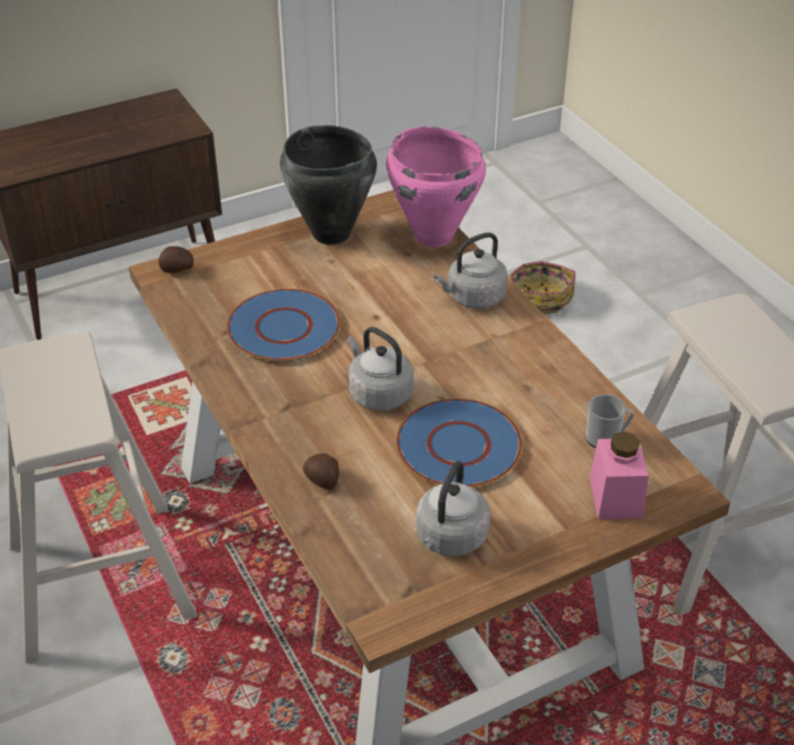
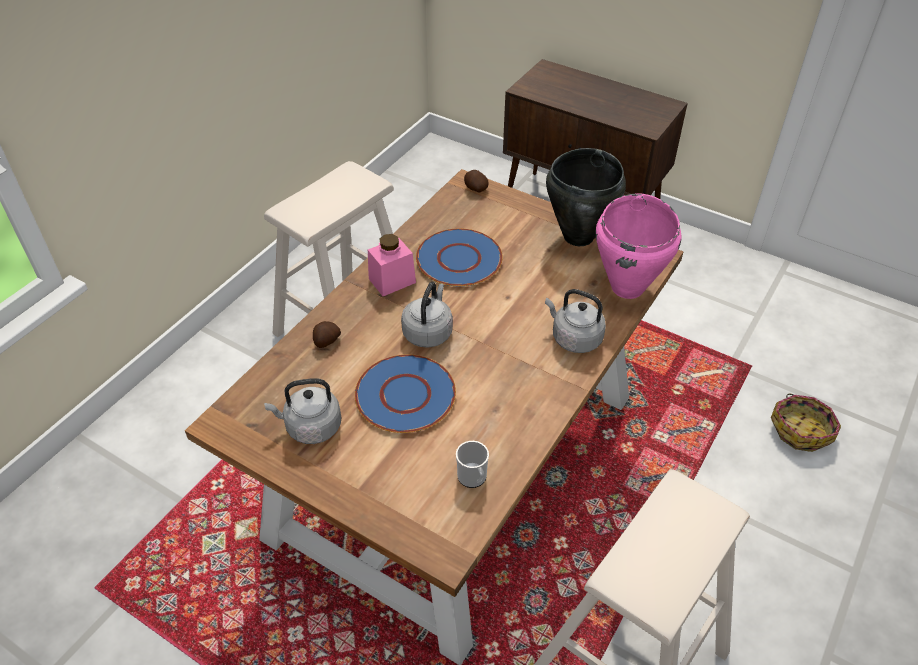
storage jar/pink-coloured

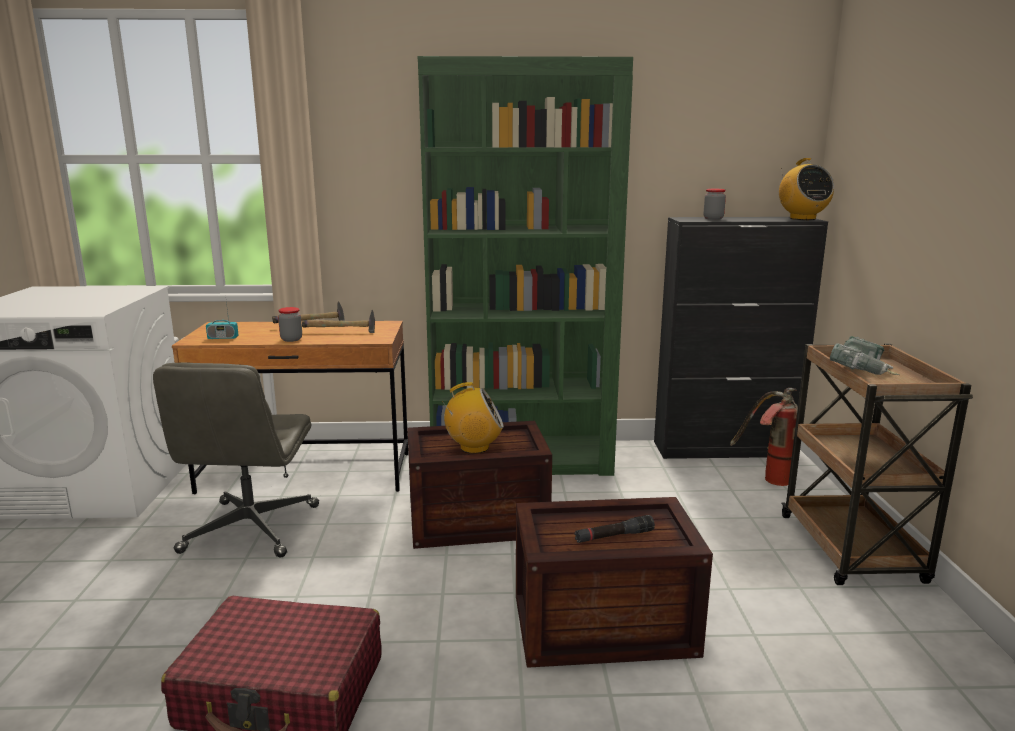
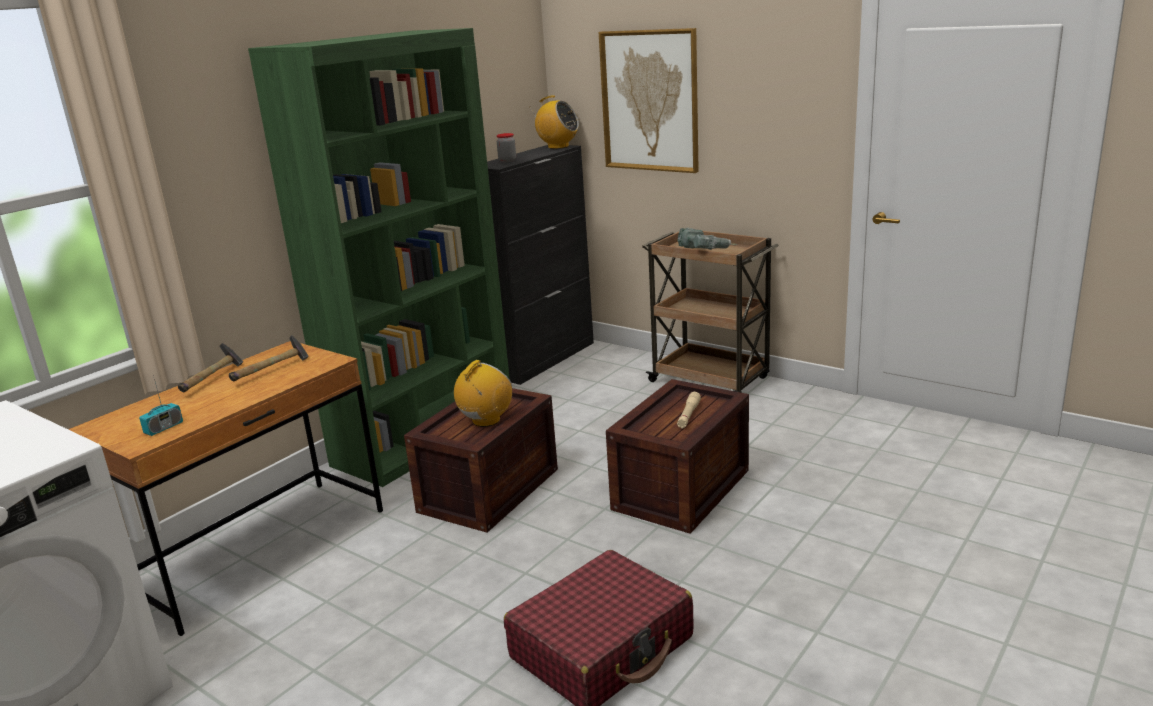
storage jar (1st from left in the first image); computer chair/greyish; extinguisher; flashlight/beige; picture

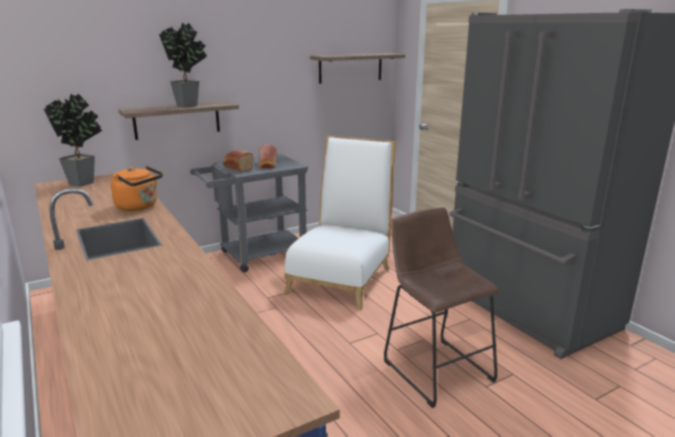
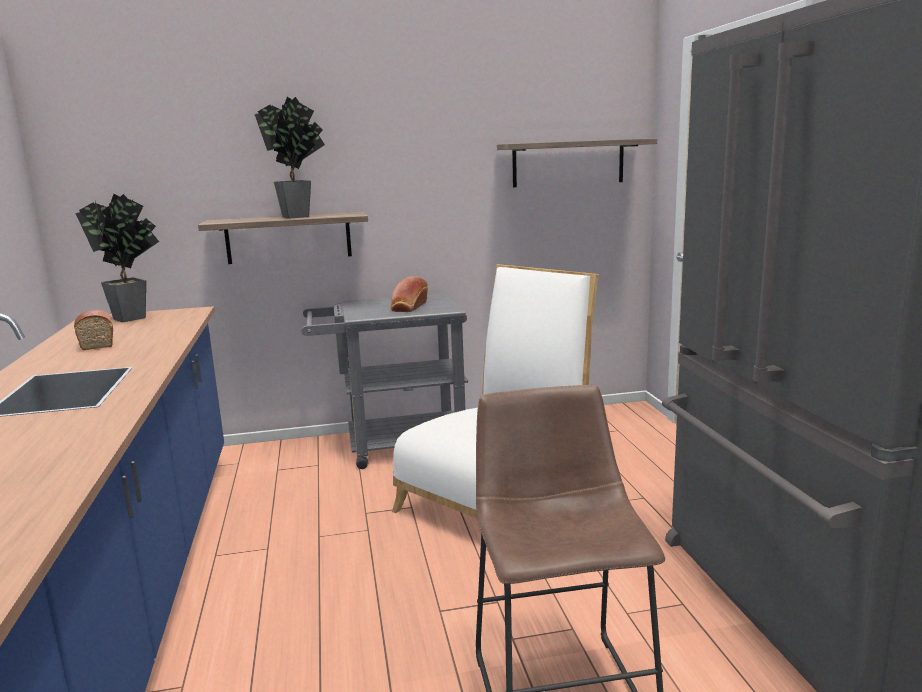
bakery bread (1st from left); tea kettle/orangey

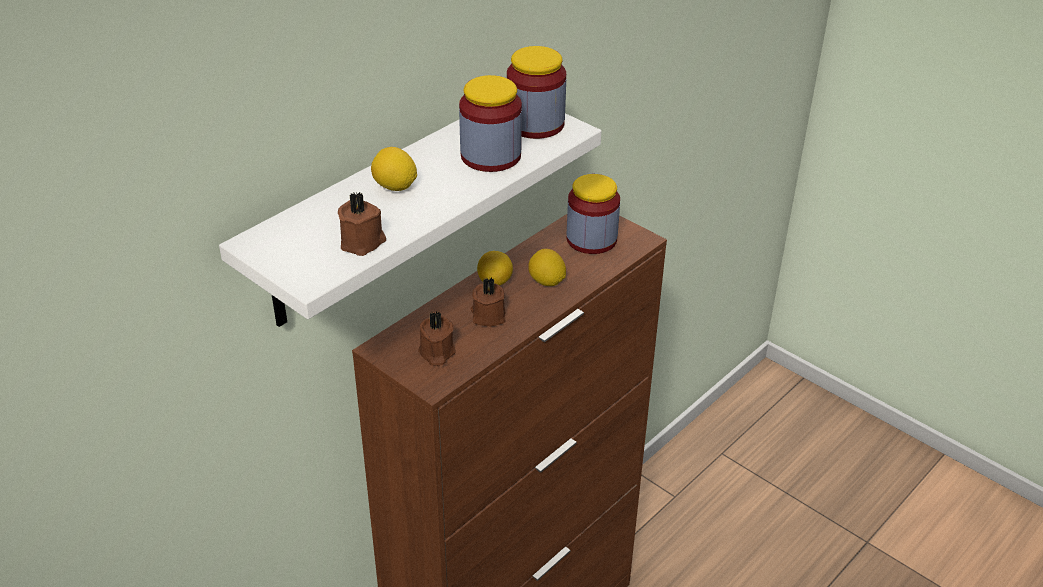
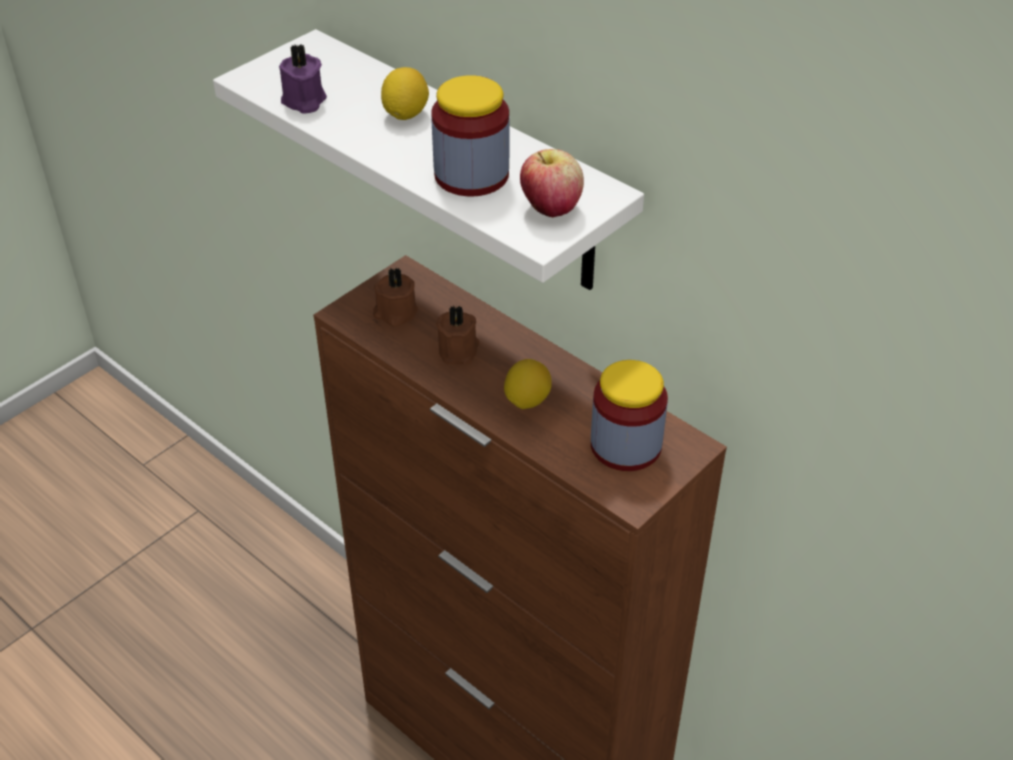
whole apple; wax candle/purple-coloured; lemon (2nd from left in the first image)

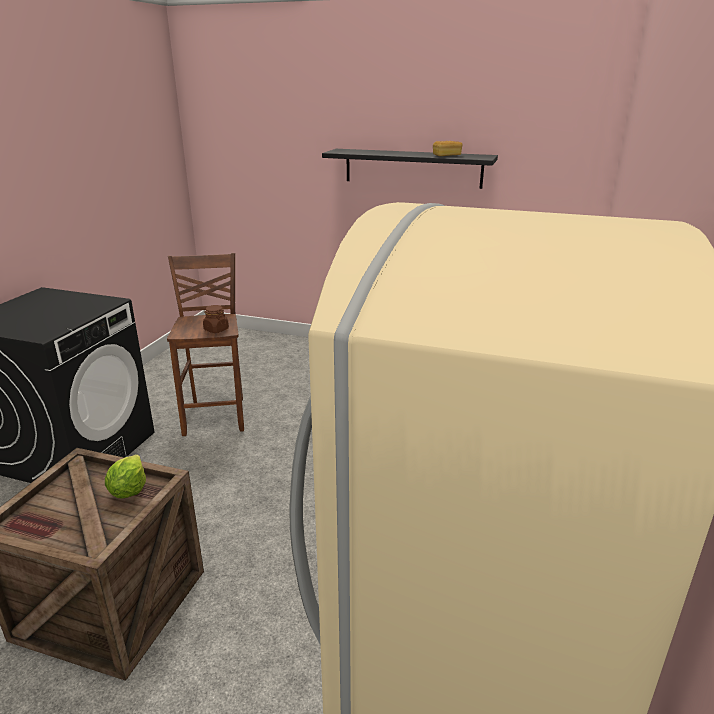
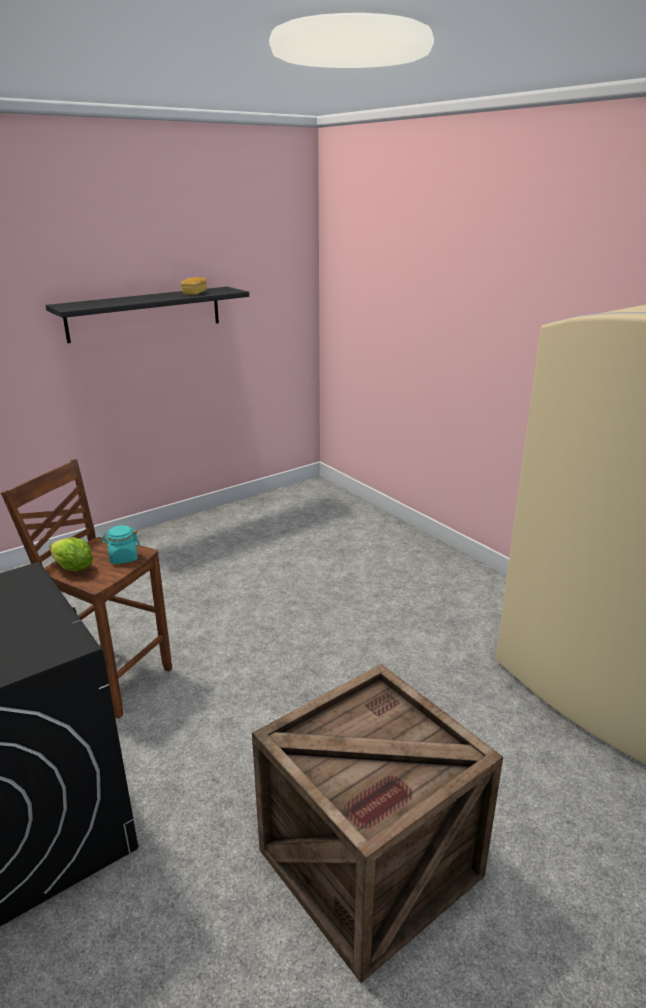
storage jar/turquoise-coloured; head of lettuce

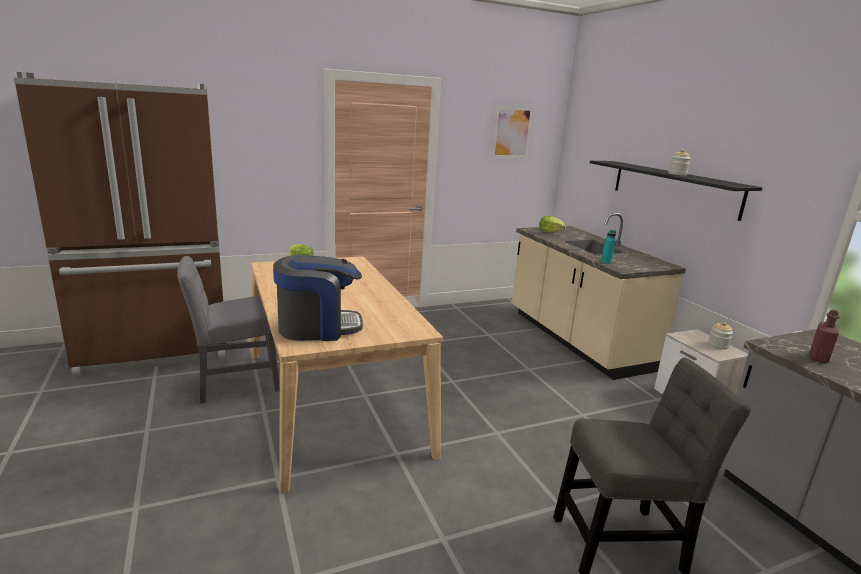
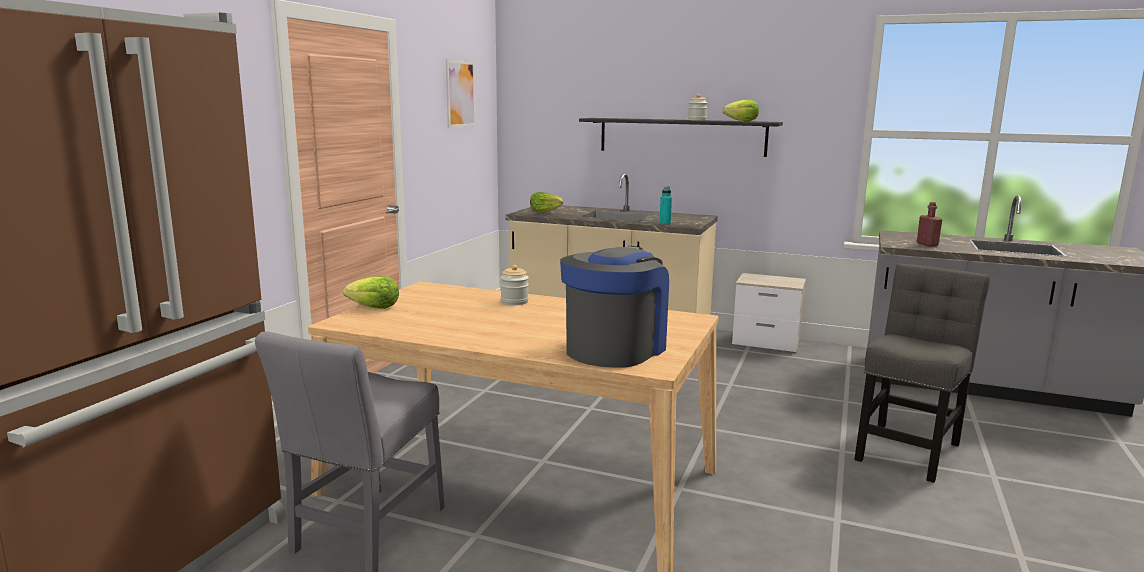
storage jar (1st from left); head of lettuce (3rd from left)

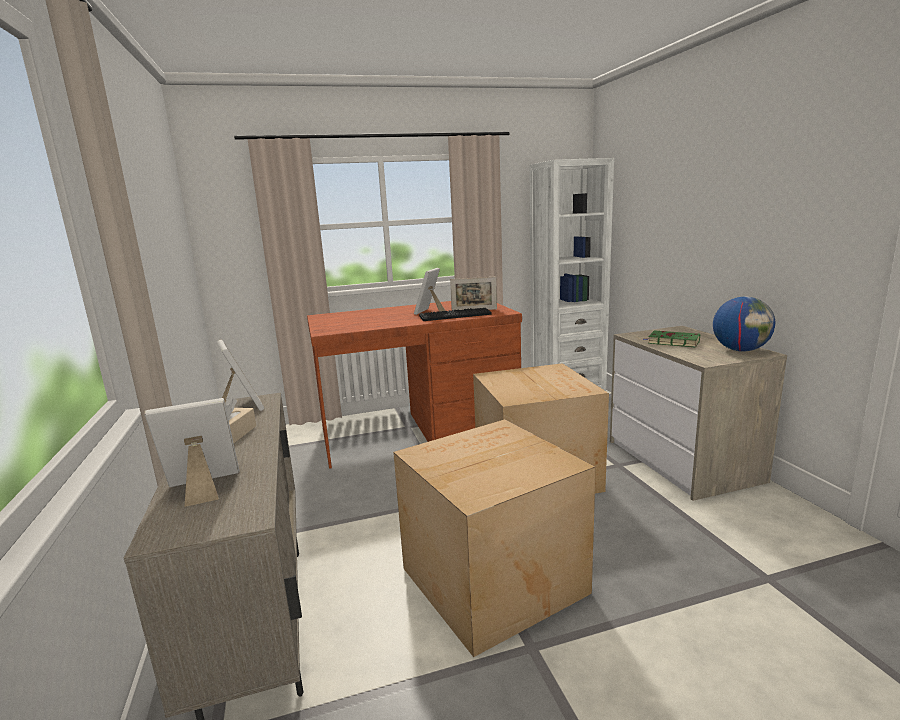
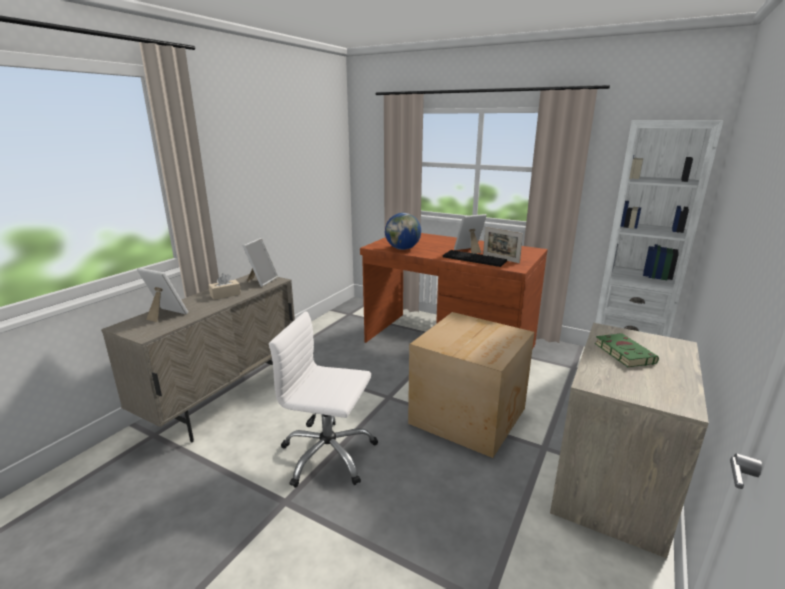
desk globe; computer chair/white-coloured

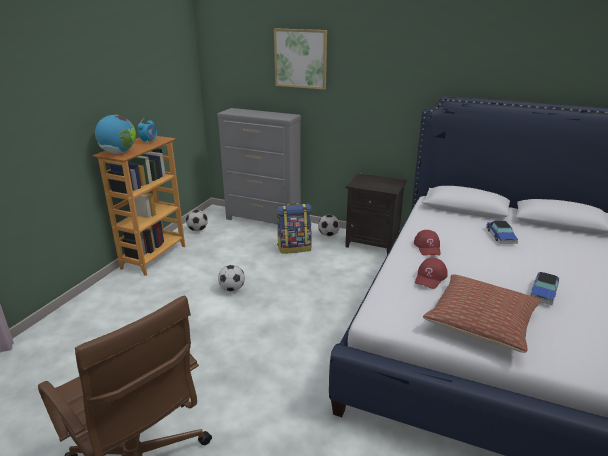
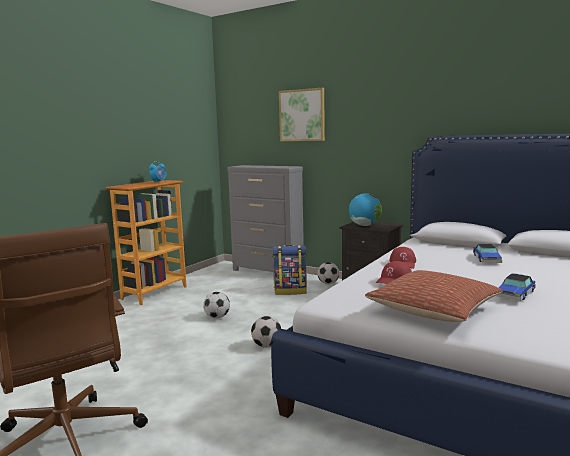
desk globe; ball for football (2nd from left)

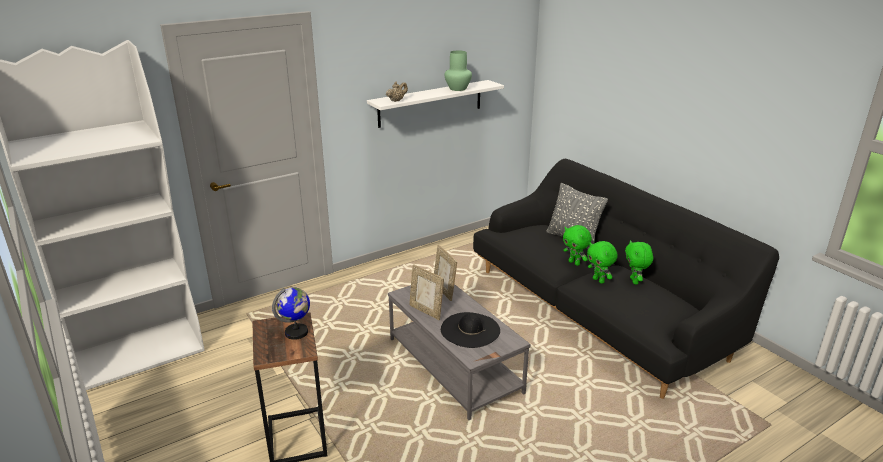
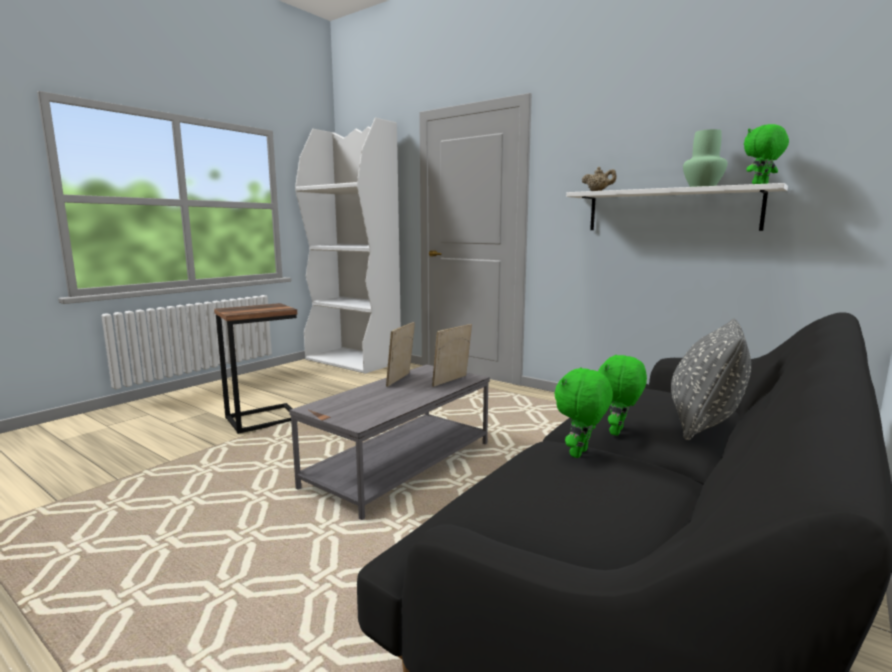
cuddly toy/green-coloured (3rd from left); desk globe; hat/black

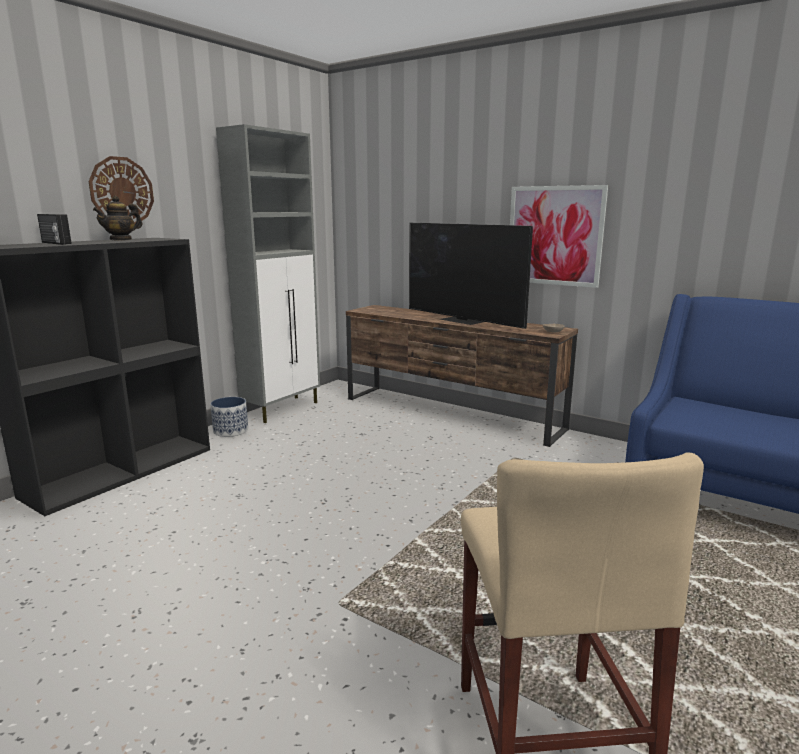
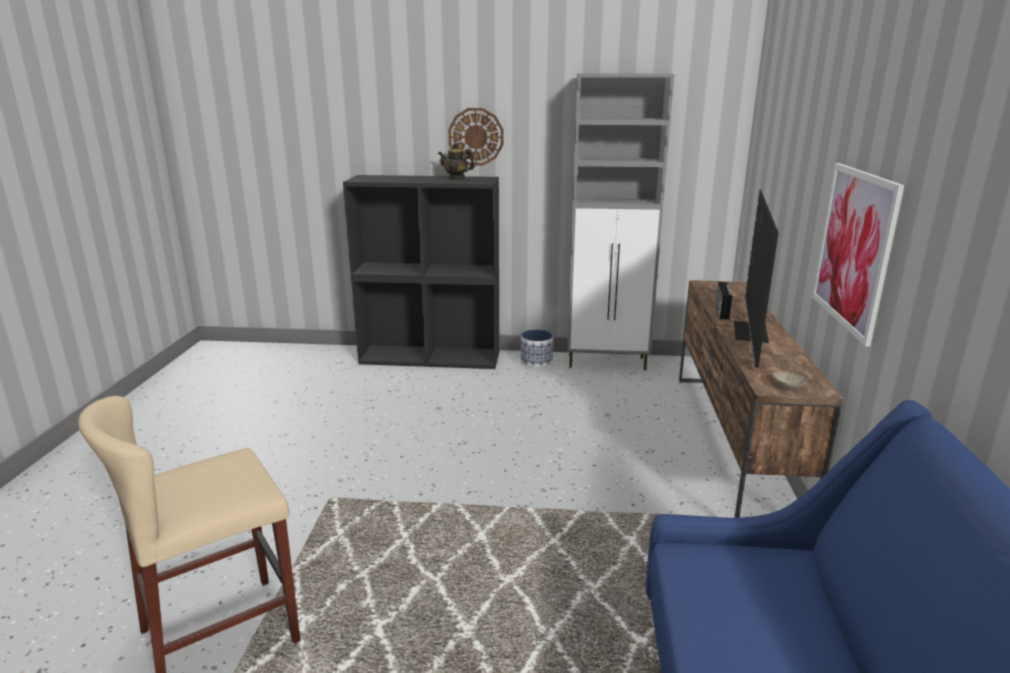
radio

